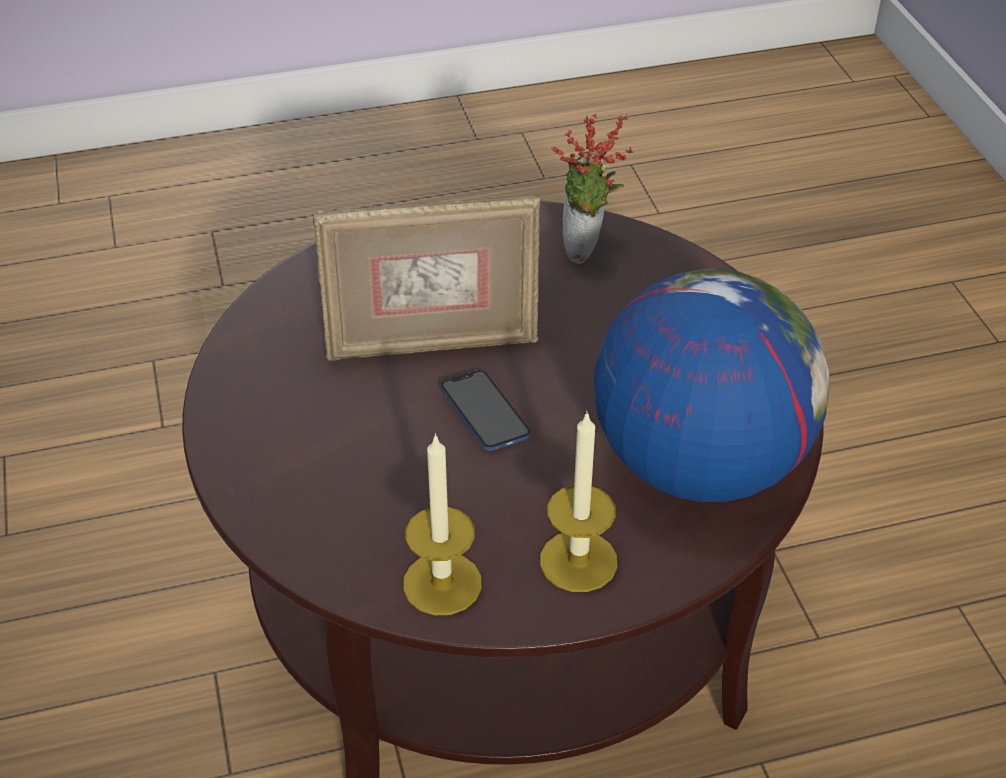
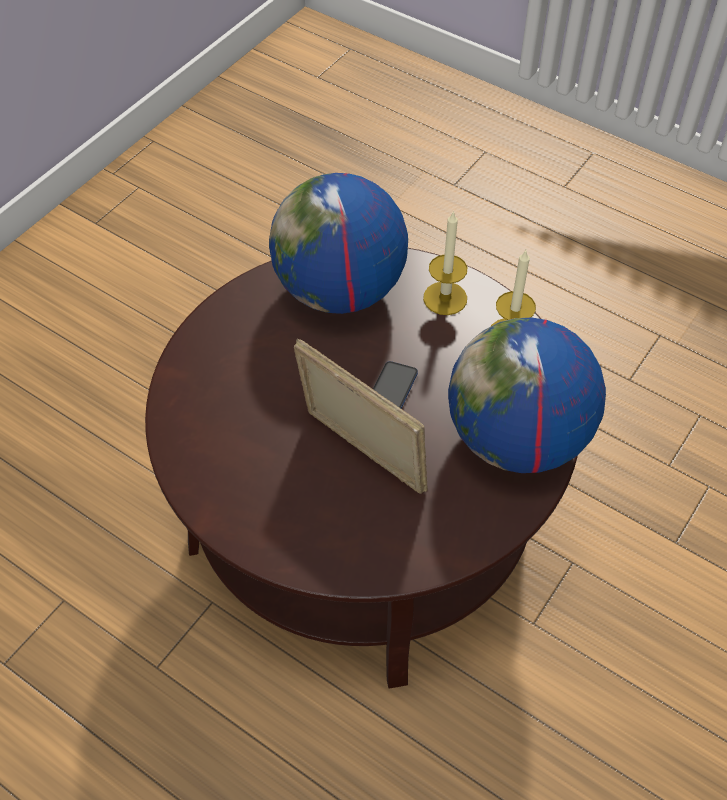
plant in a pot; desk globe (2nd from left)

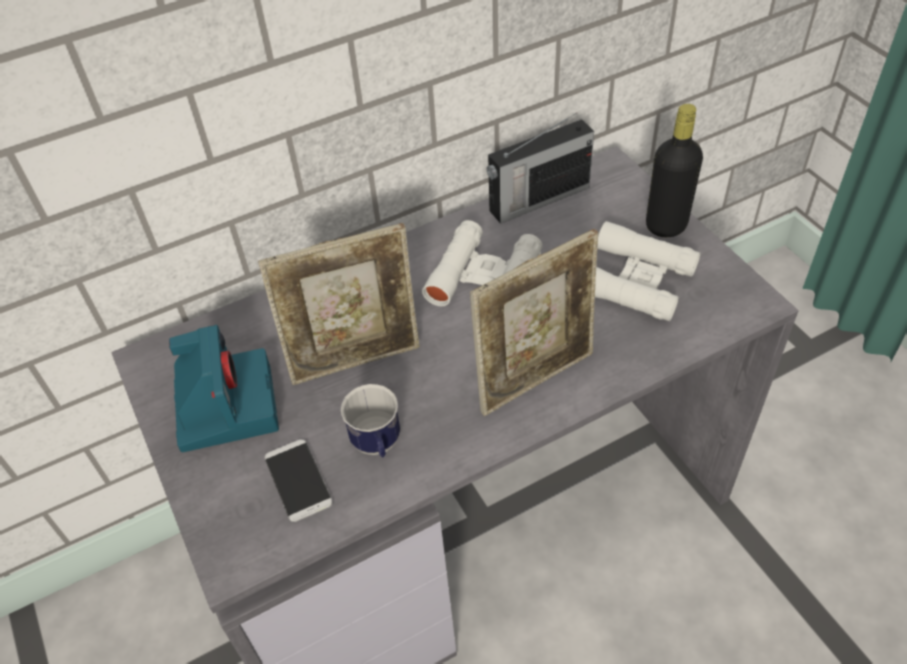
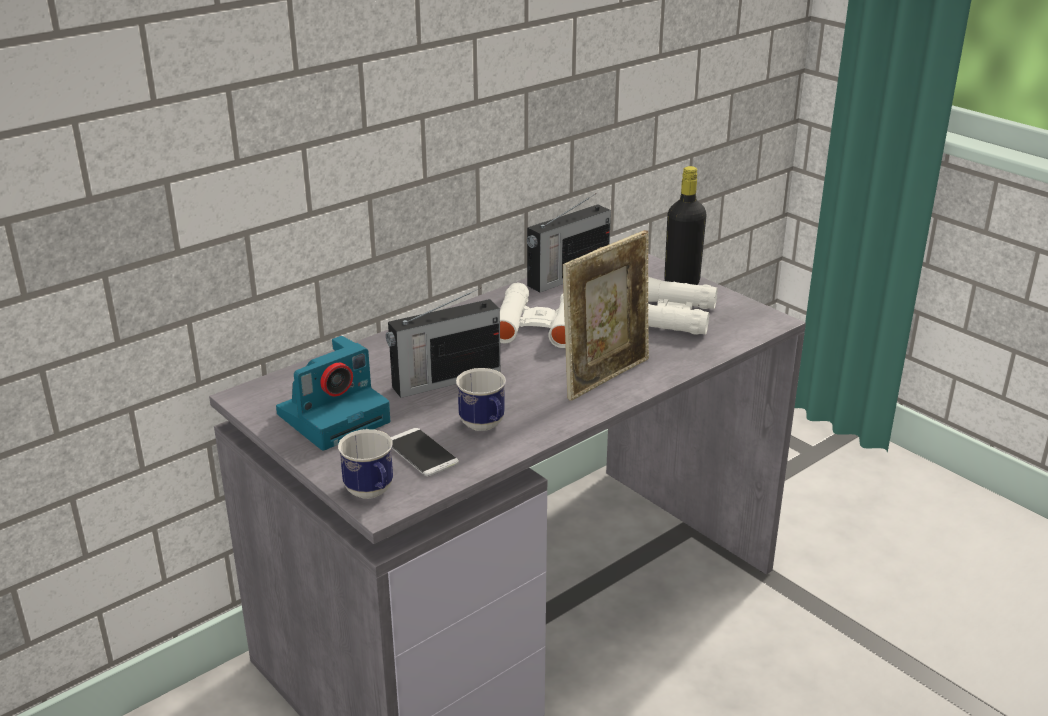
radio (1st from left); still camera; mug (1st from left)

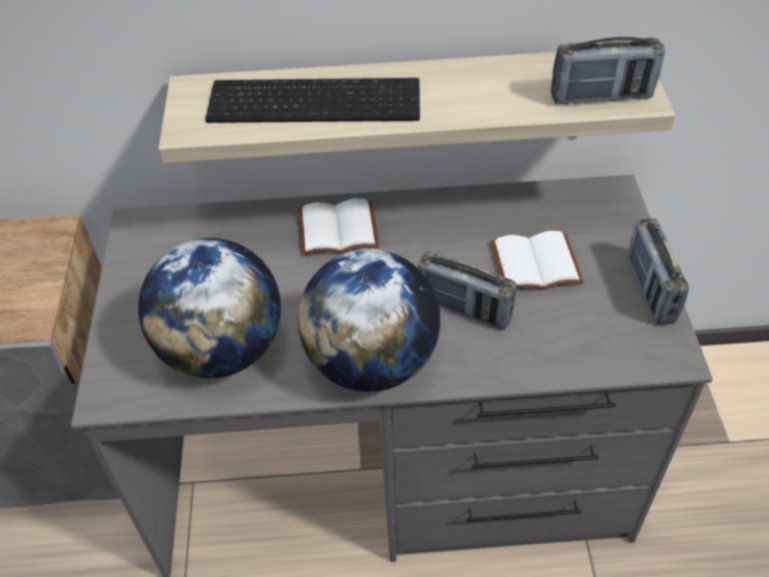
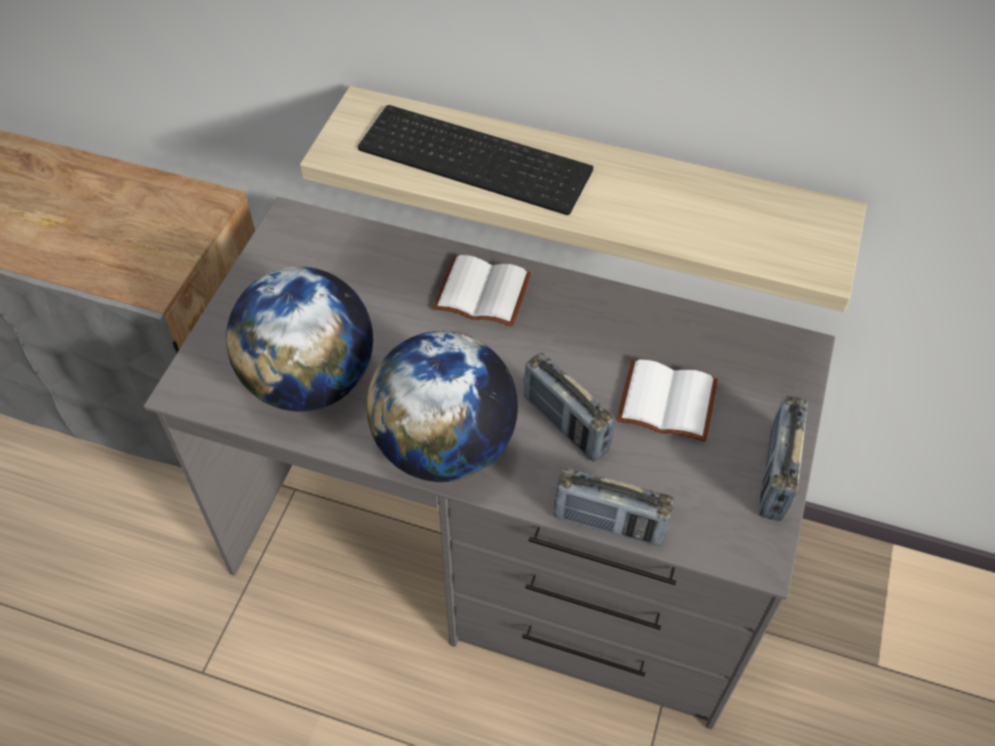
radio (2nd from left)

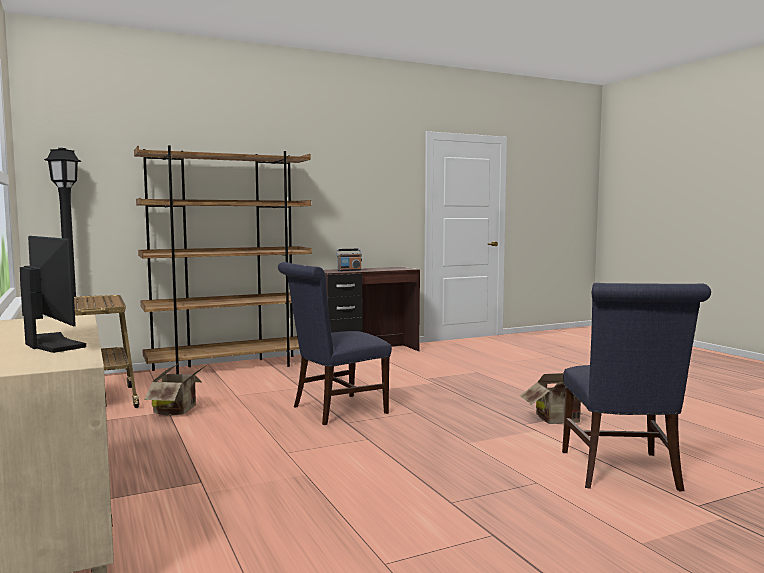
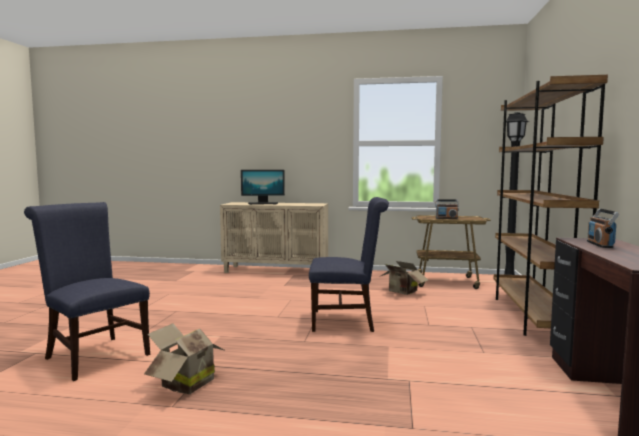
upright chair/bluish (2nd from left); radio (1st from left)

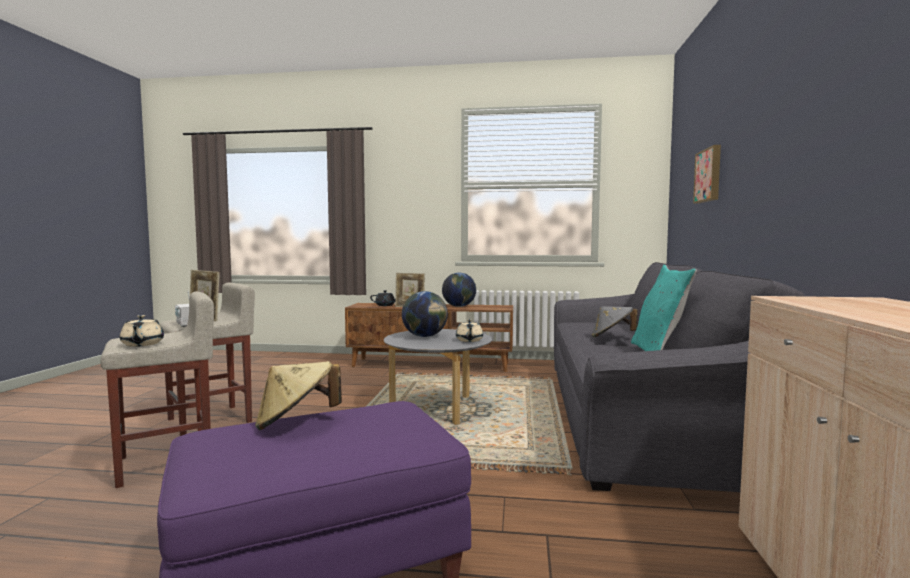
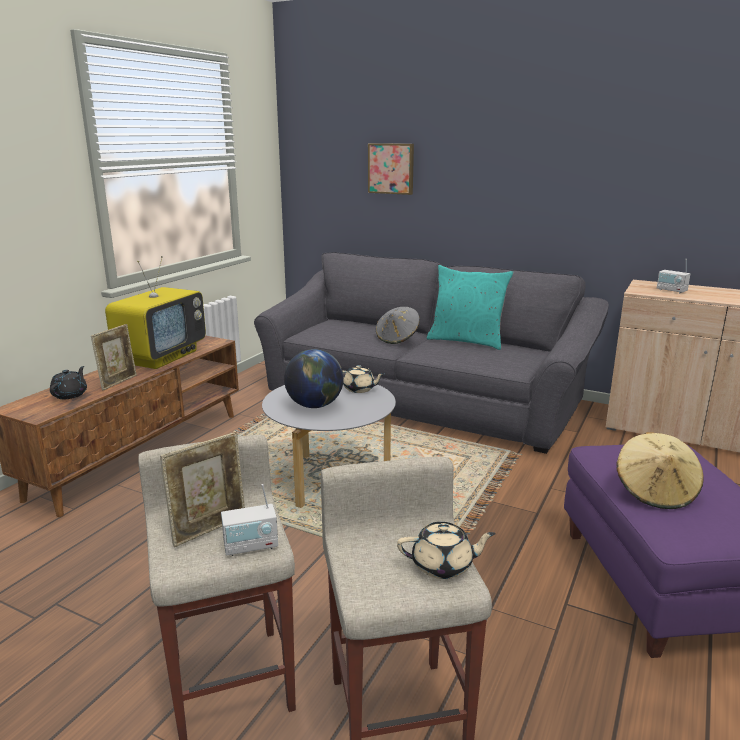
television; radio (2nd from left)

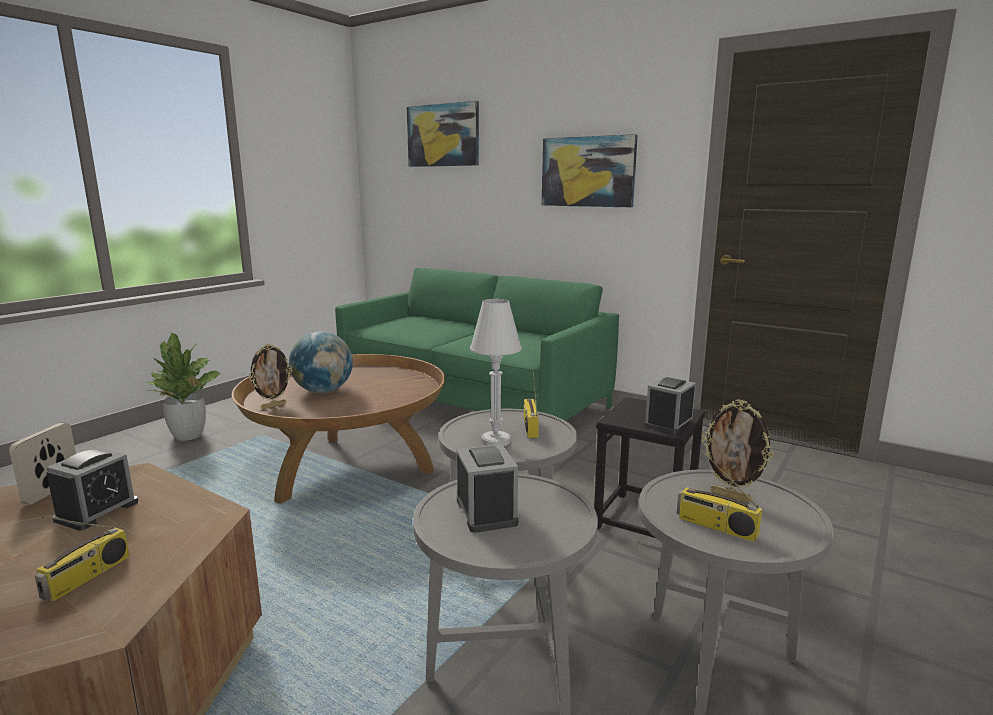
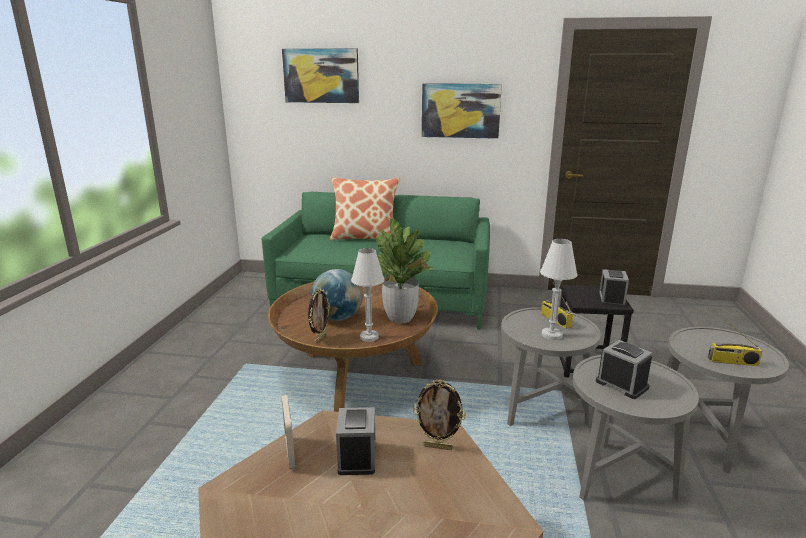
plant in a pot; standing frame (3rd from left); radio (1st from left in the first image); throw pillow; lamp for a table/white-coloured (1st from left)

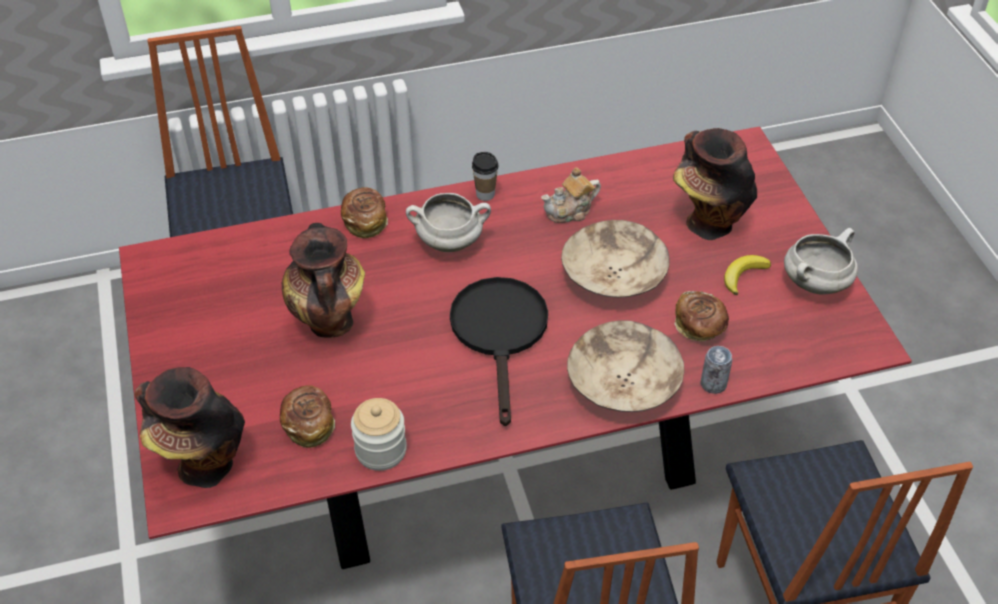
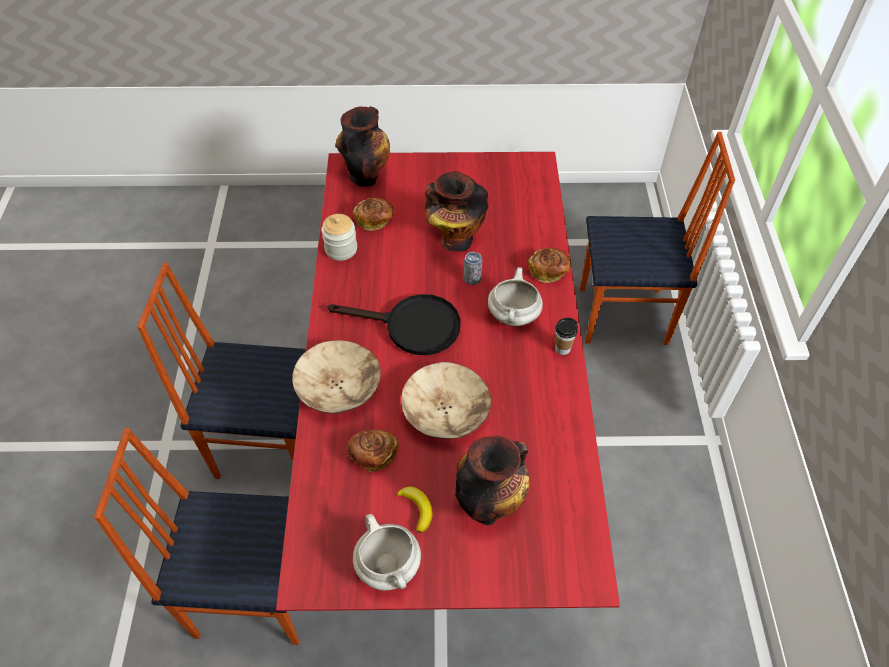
pot for tea; metal can

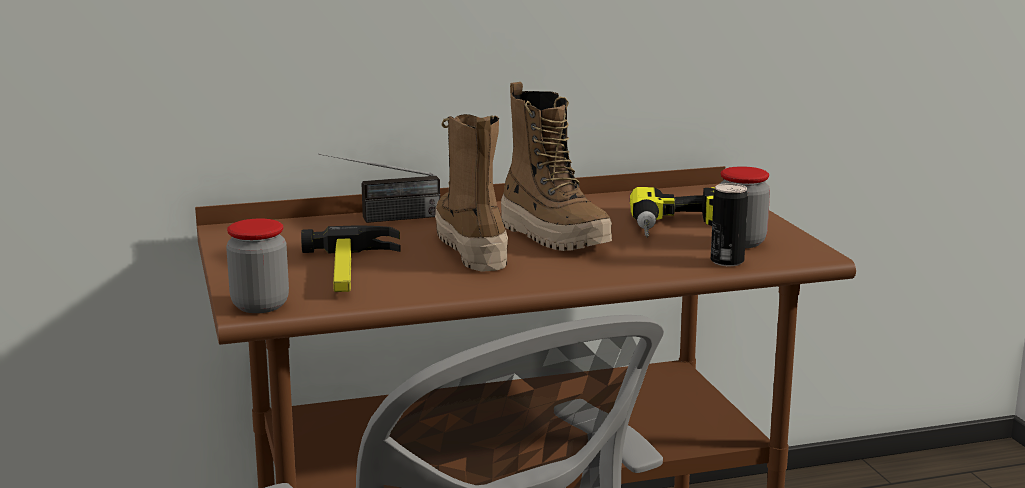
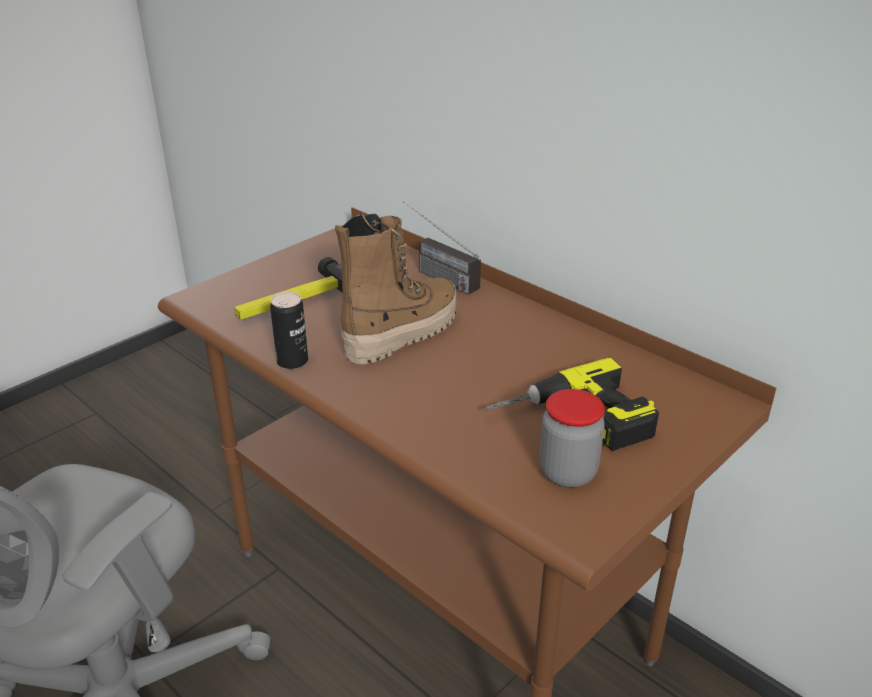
boot (2nd from left in the first image); metal can; storage jar (1st from left in the first image)

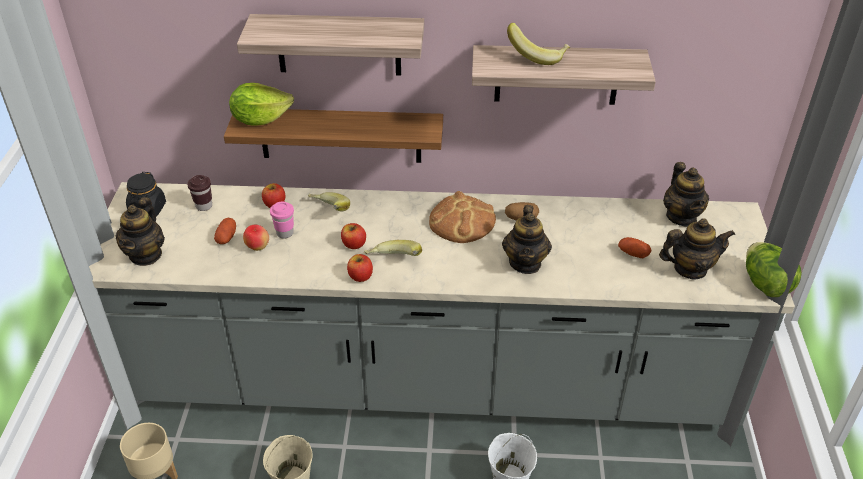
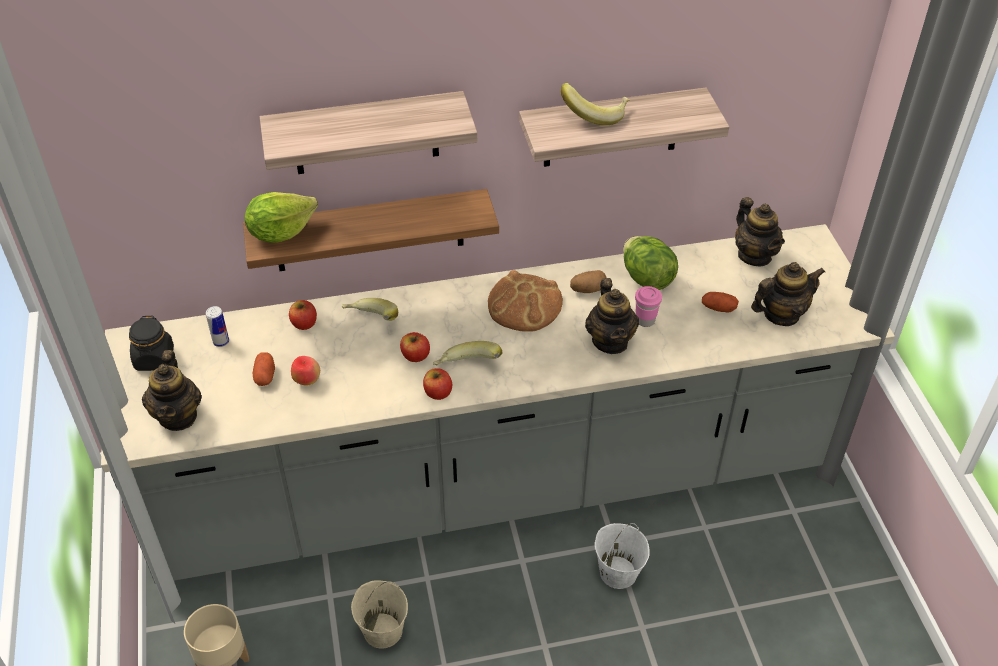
metal can; drinking cup/pink-coloured; head of lettuce (2nd from left)

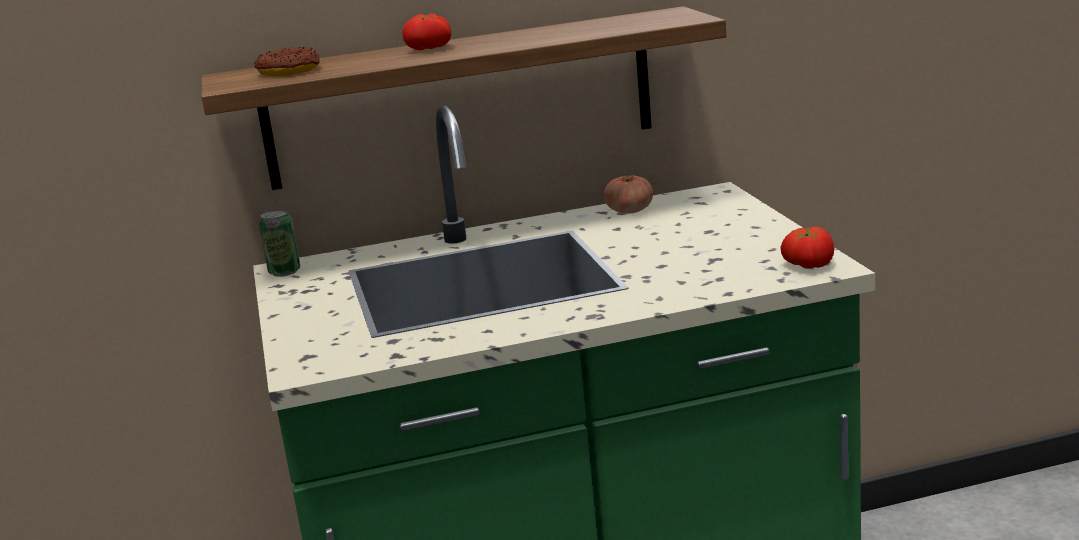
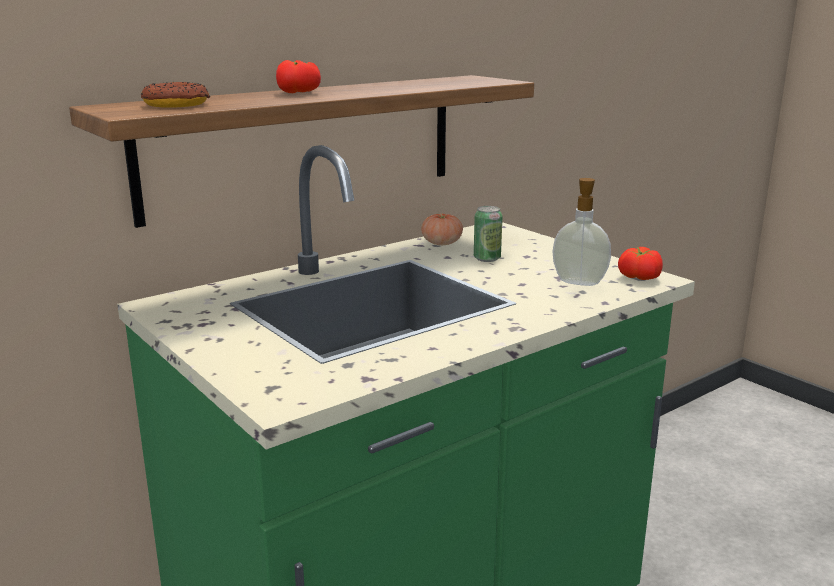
metal can; liquid soap bottle

